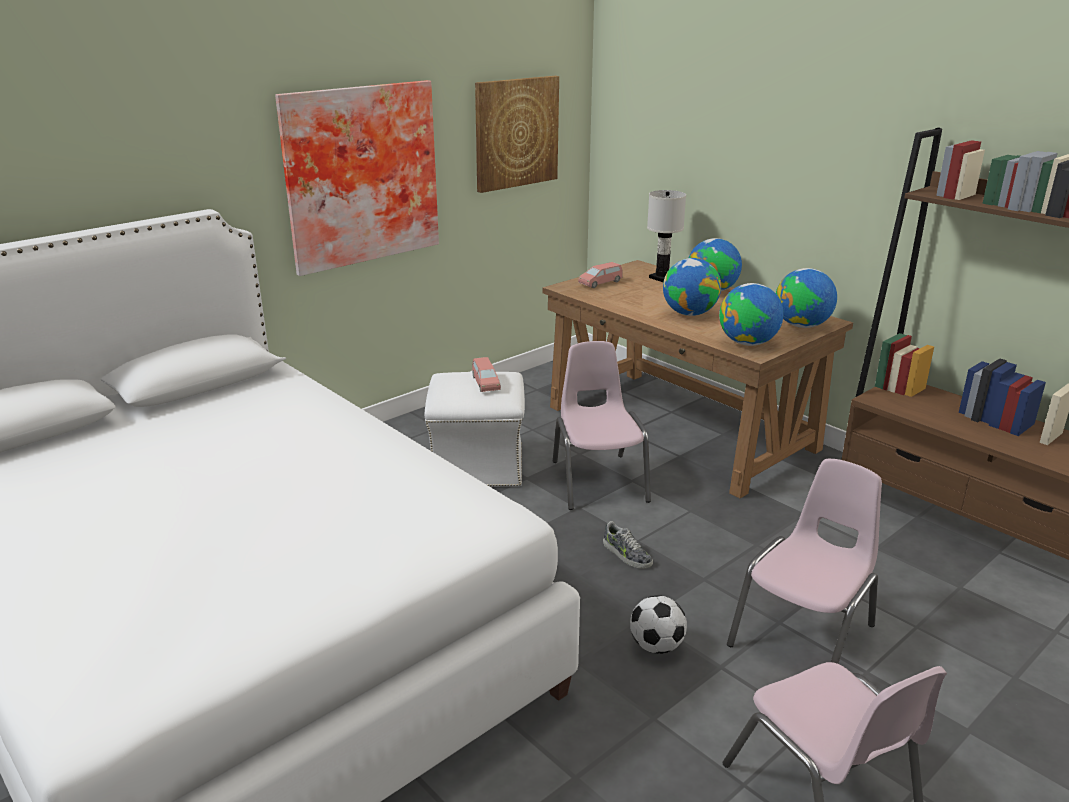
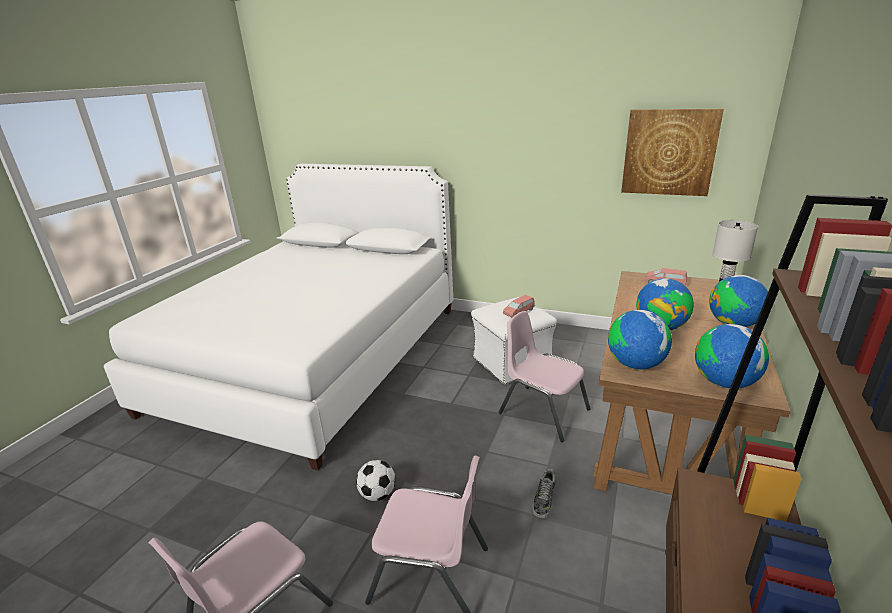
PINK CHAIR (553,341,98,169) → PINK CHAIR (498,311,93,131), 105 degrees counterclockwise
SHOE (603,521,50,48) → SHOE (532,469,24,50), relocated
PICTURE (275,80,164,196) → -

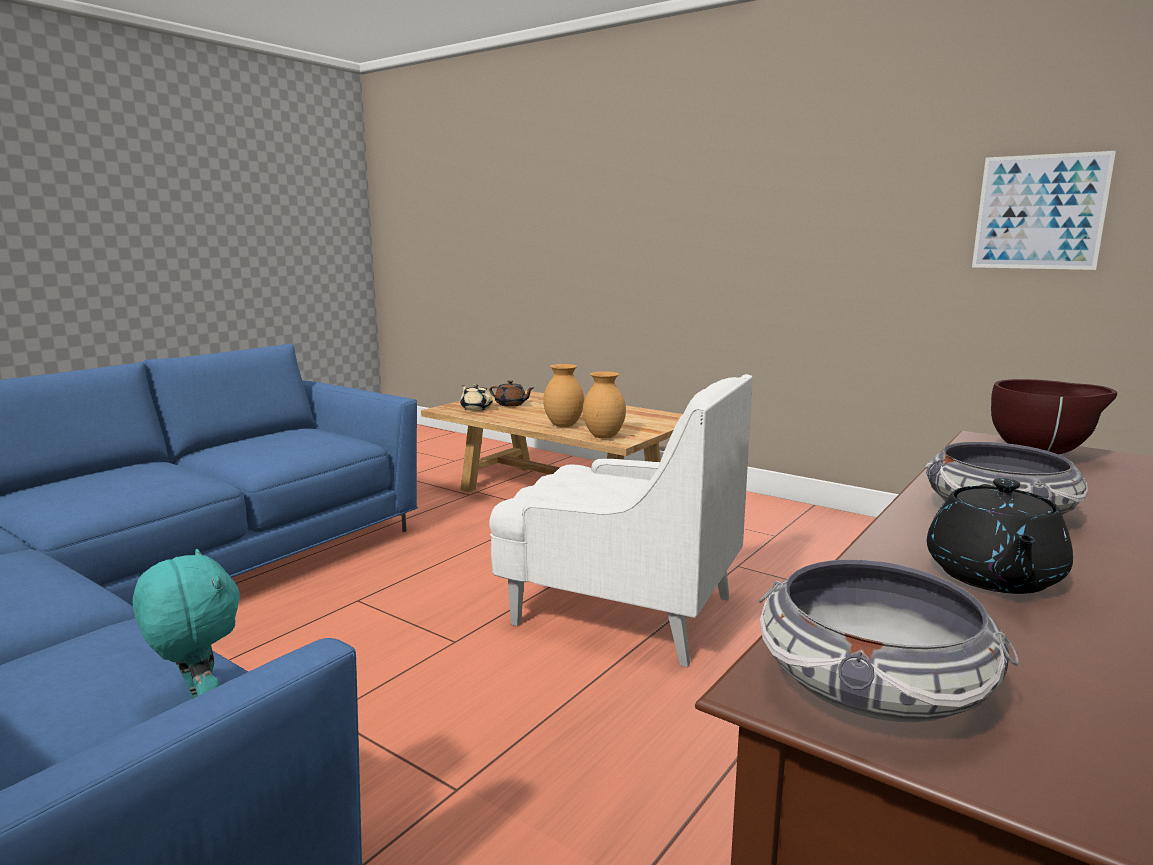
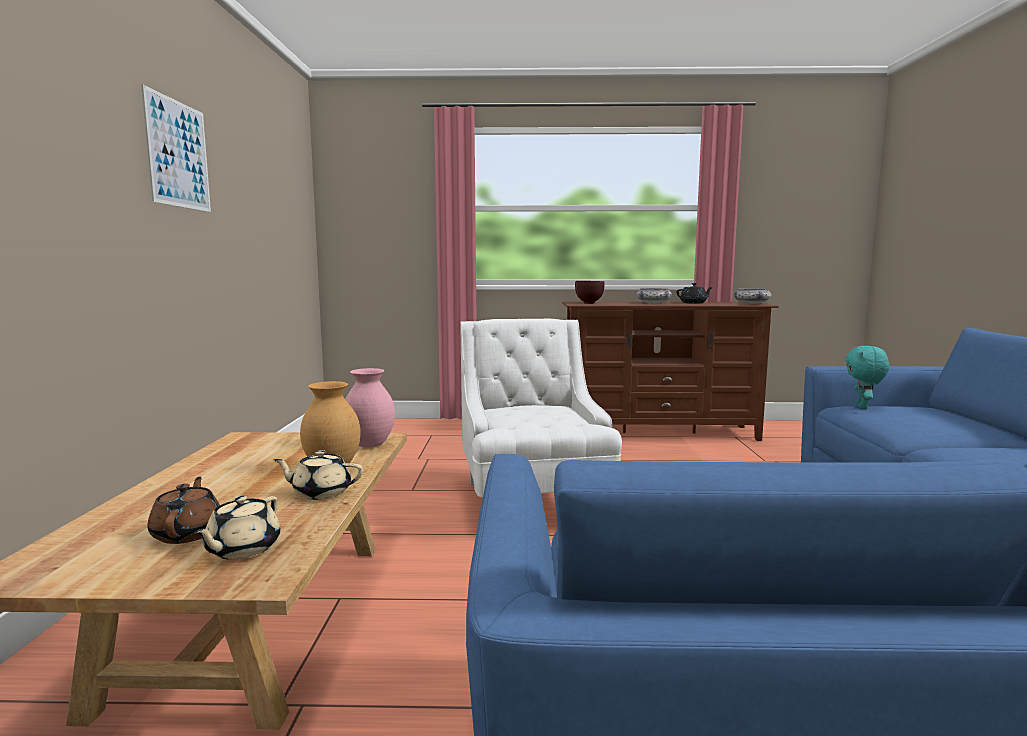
PICTURE (972,151,144,119) → PICTURE (141,84,70,128), relocated
- → BEIGE TEAPOT (274,450,89,50)
BROWN VASE (583,371,43,68) → PINK VASE (345,368,50,80)

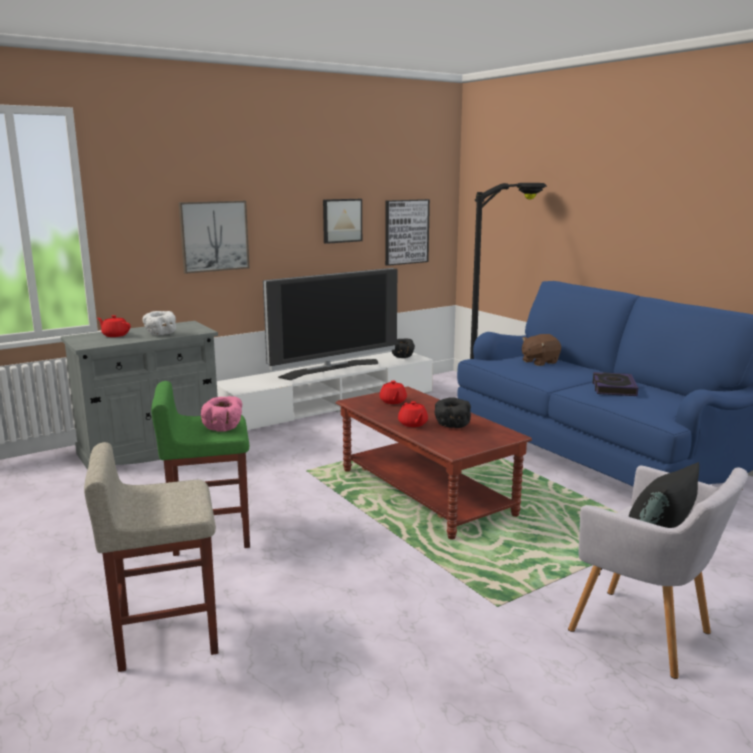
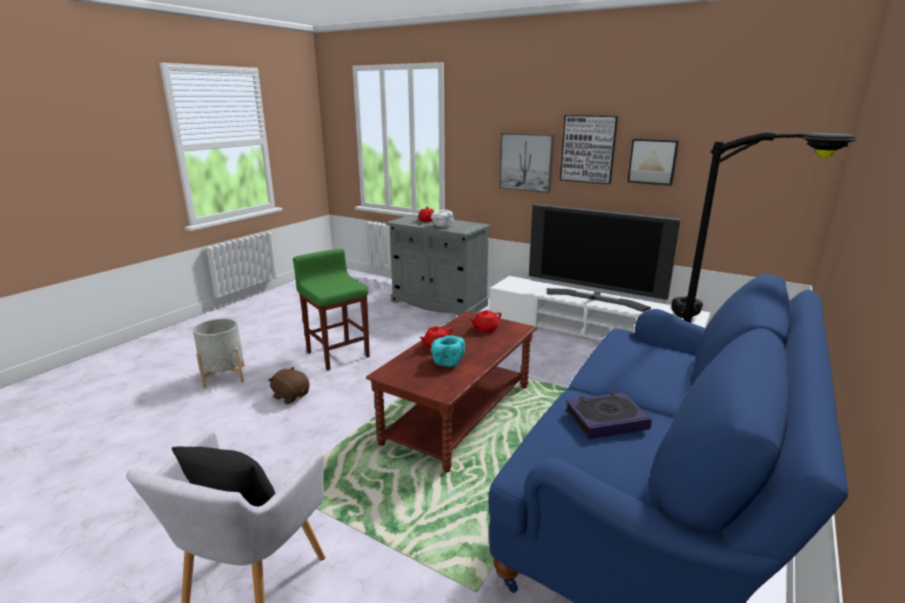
BEIGE STOOL (84,442,134,230) → GREY PLANTER (193,318,51,71)
BROWN PLUSH TOY (522,334,39,32) → BROWN PLUSH TOY (268,367,42,37), relocated
BLACK BOWL (434,397,37,31) → TURQUOISE BOWL (431,335,34,32)
PICTURE (385,199,45,67) → PICTURE (560,115,58,69), relocated
PINK BOWL (201,396,41,36) → -

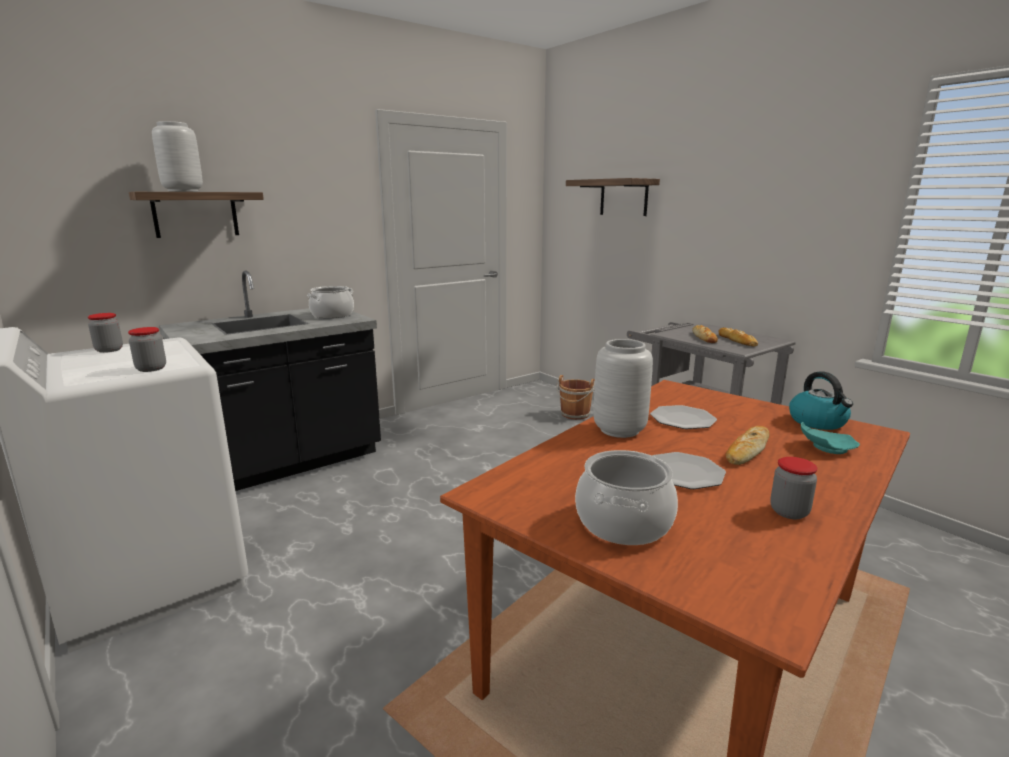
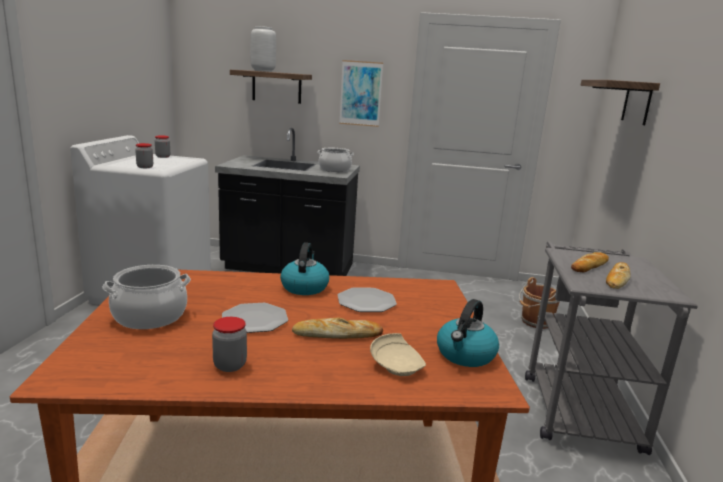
GREY VASE (594,339,59,99) → KETTLE (280,243,49,52)
- → PICTURE (339,60,44,67)
TURQUOISE PLATE (801,422,59,32) → BEIGE PLATE (370,333,56,43)

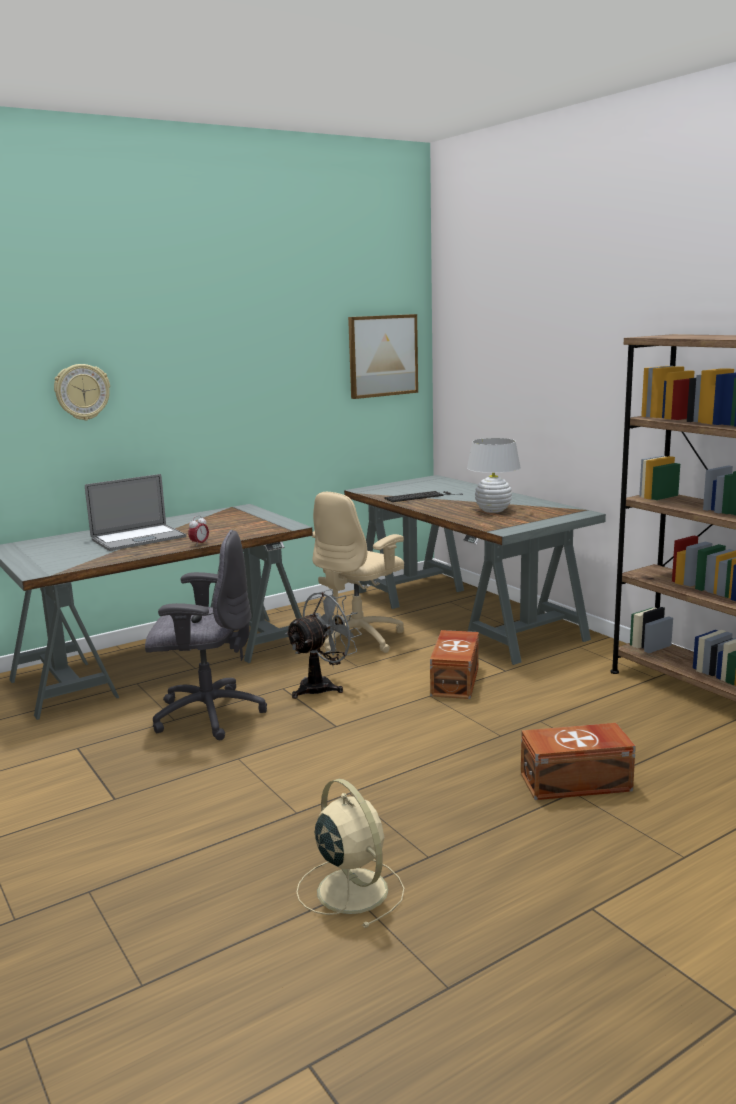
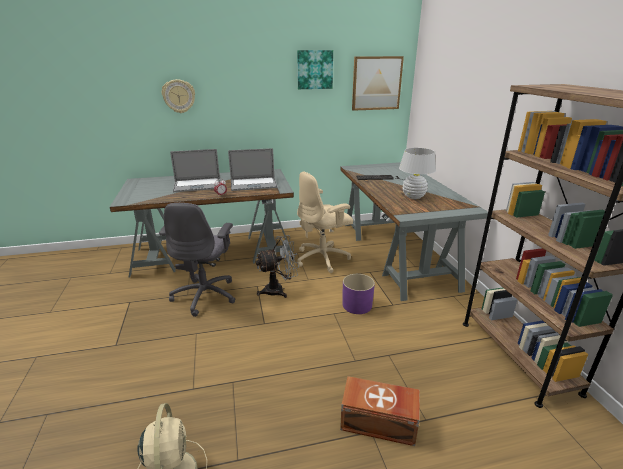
GREY OFFICE CHAIR (145,530,122,210) → GREY OFFICE CHAIR (159,203,76,114), 75 degrees clockwise
- → LAPTOP (228,148,50,43)
- → PICTURE (297,50,36,39)
BROWN STORAGE BOX (430,630,49,69) → PURPLE PLANTER (343,274,32,40)

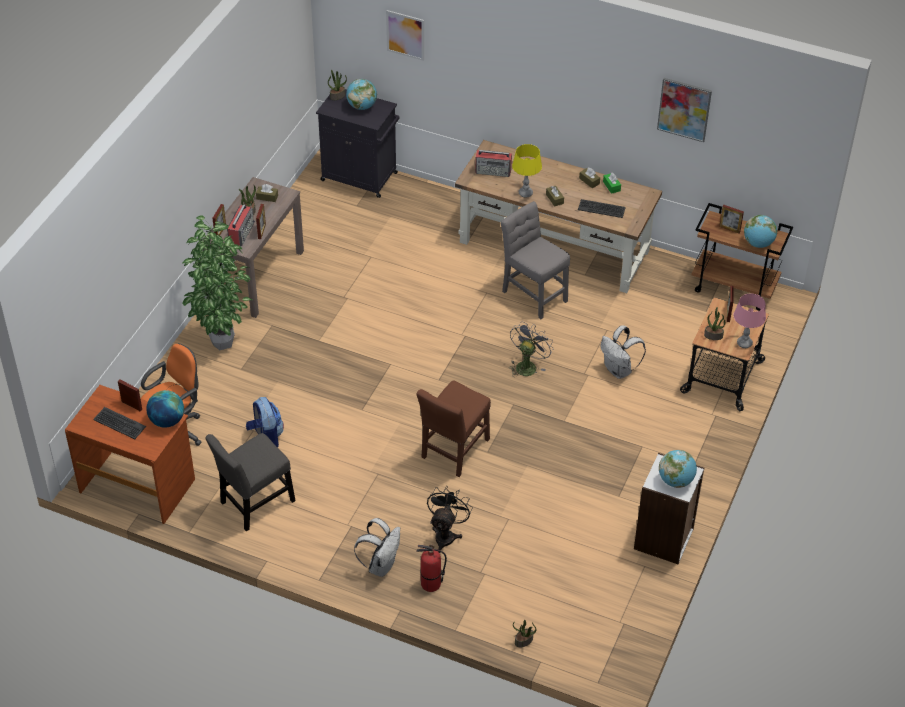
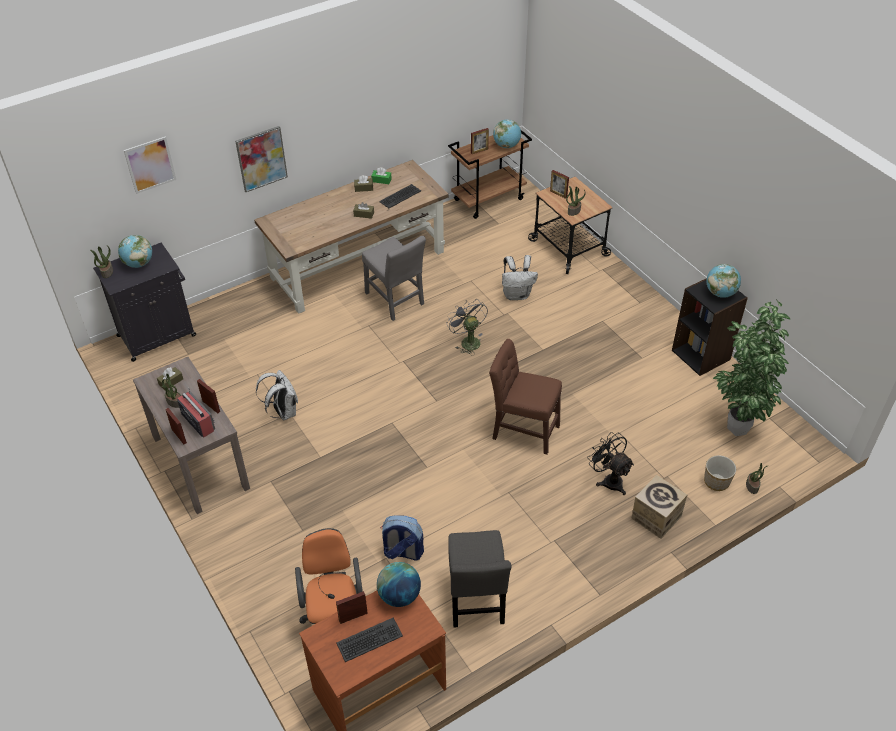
PICTURE (657,78,55,64) → PICTURE (235,126,53,66), relocated
WHITE BACKPACK (354,518,46,59) → WHITE BACKPACK (256,370,42,51), relocated
GREY CHAIR (501,201,69,118) → GREY CHAIR (362,236,64,85), 120 degrees counterclockwise
BROWN CHAIR (417,380,74,97) → BROWN CHAIR (489,339,73,116), 135 degrees clockwise
FIRE EXTINGUISHER (416,545,31,47) → CARDBOARD BOX (631,475,56,64)
WHITE BOOKCASE (634,453,70,111) → BLACK BOOKCASE (672,278,76,98)
- → PLANTER (704,455,32,36)
POTTED PLANT (182,215,70,135) → POTTED PLANT (713,299,77,137), relocated
RADIO (475,150,37,27) → -
YELLOW TABLE LAMP (512,144,30,54) → -
PINK TABLE LAMP (734,294,32,54) → -

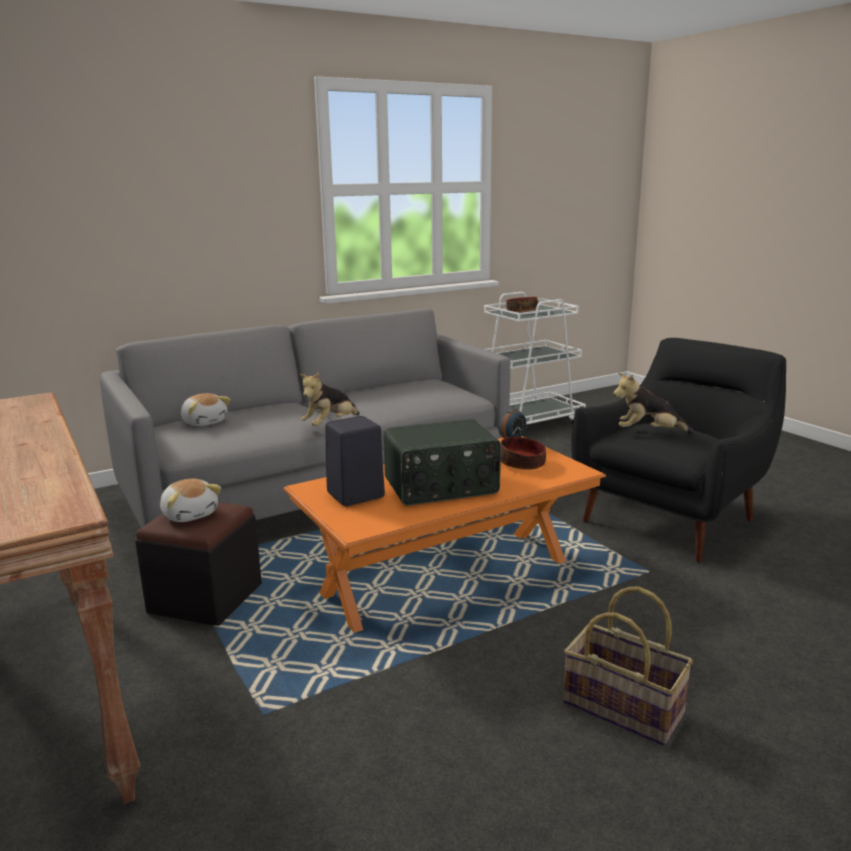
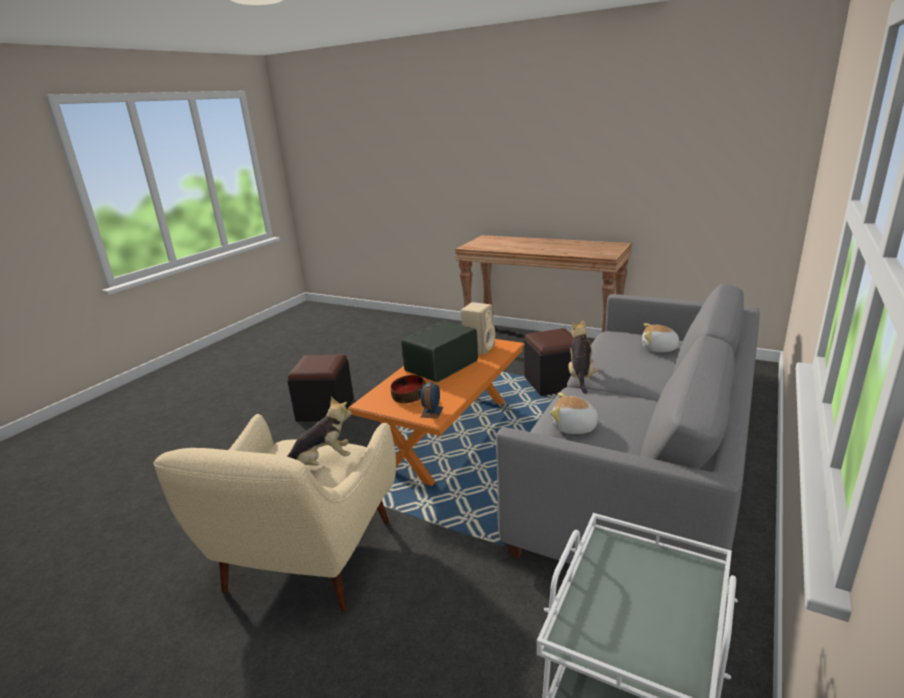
BLACK ARMCHAIR (571,338,215,224) → BEIGE ARMCHAIR (153,414,243,198)
BASKET (563,587,130,159) → BLACK OTTOMAN (287,355,67,66)
BLACK SPEAKER (325,416,60,90) → BEIGE SPEAKER (461,302,34,53)
PLUSH TOY (160,479,61,43) → PLUSH TOY (550,393,55,41), relocated
BOWL (506,297,32,15) → -

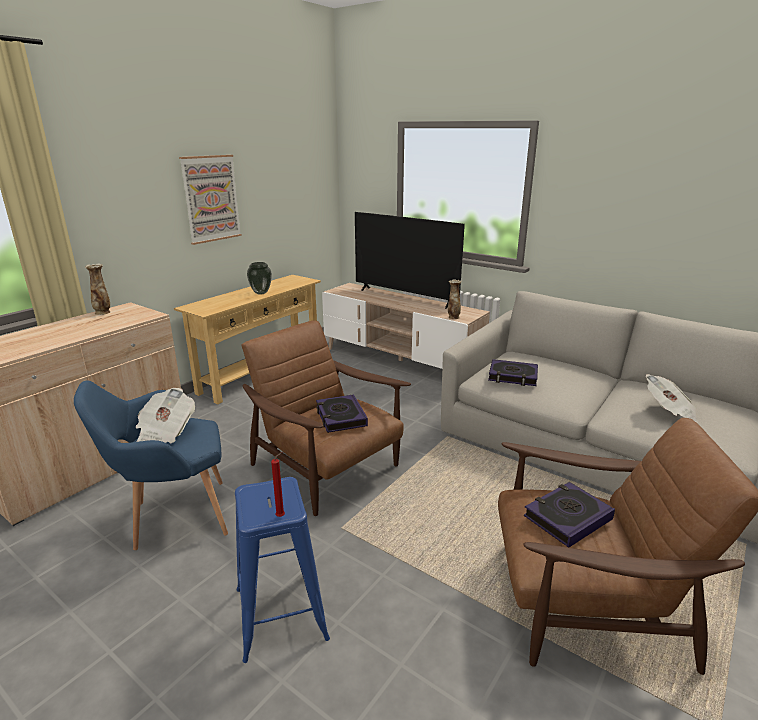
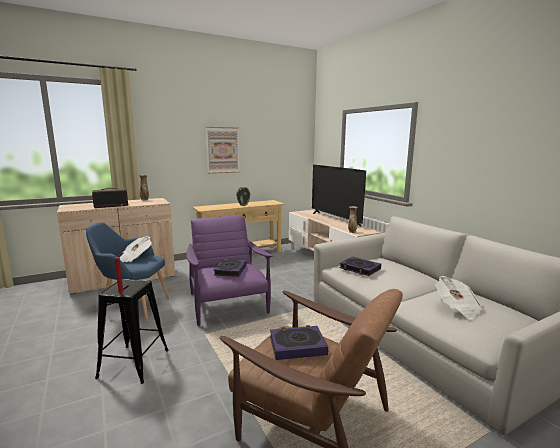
- → RADIO (92,188,36,20)
BLUE STOOL (235,477,95,186) → BLACK STOOL (95,279,73,105)
BROWN ARMCHAIR (242,320,169,196) → PURPLE ARMCHAIR (186,215,87,111)

